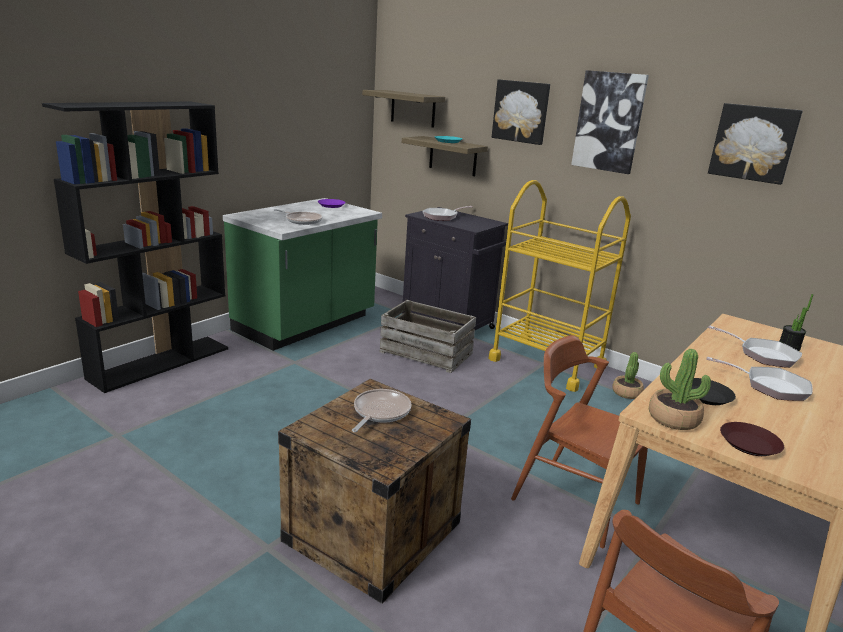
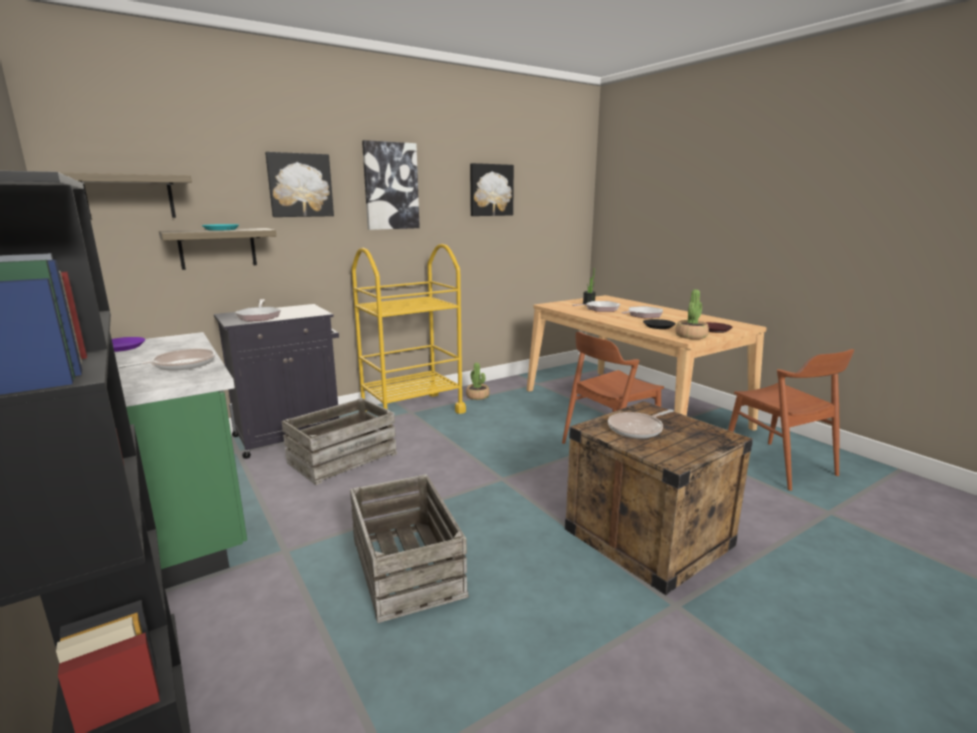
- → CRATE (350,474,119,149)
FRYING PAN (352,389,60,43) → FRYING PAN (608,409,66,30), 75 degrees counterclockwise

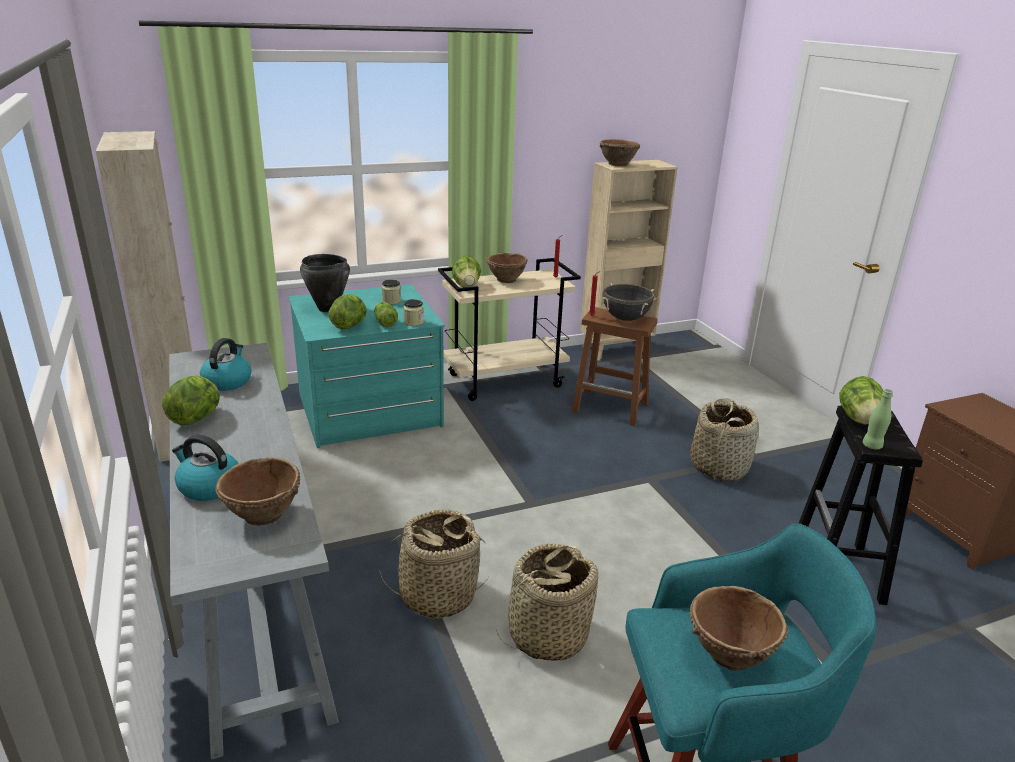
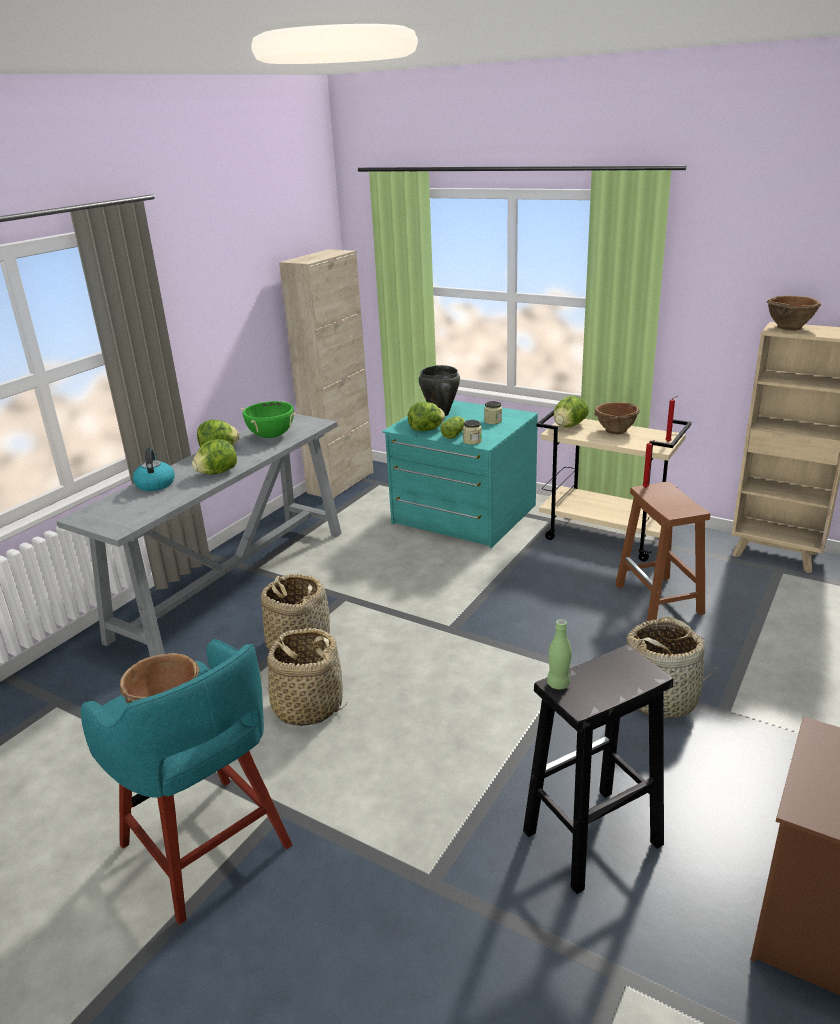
LETTUCE (839,376,45,49) → LETTUCE (192,439,45,36), relocated
KETTLE (200,338,52,53) → GREEN COOKING POT (241,401,56,37)
BROWN BOWL (215,457,86,69) → -
BLACK COOKING POT (602,284,52,37) → -

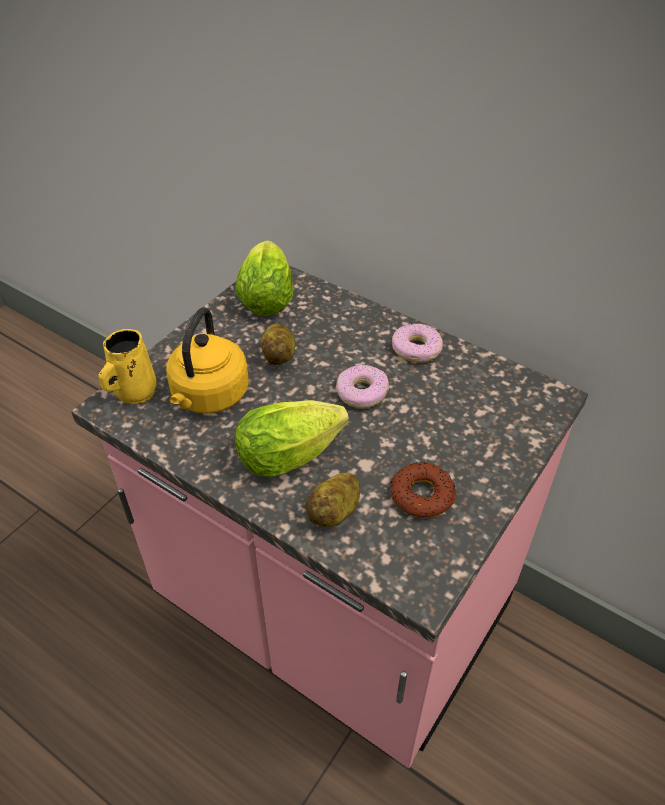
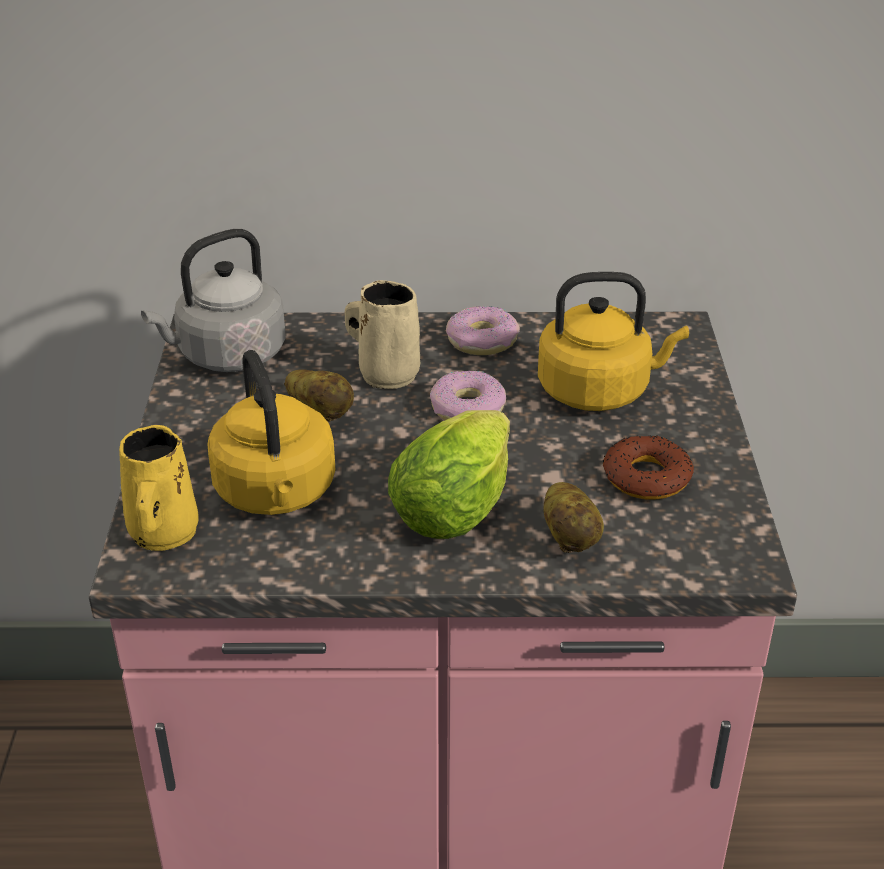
LETTUCE (235,240,58,76) → GREY KETTLE (141,229,145,143)
- → BEIGE MUG (345,280,75,109)
- → YELLOW KETTLE (538,272,151,139)

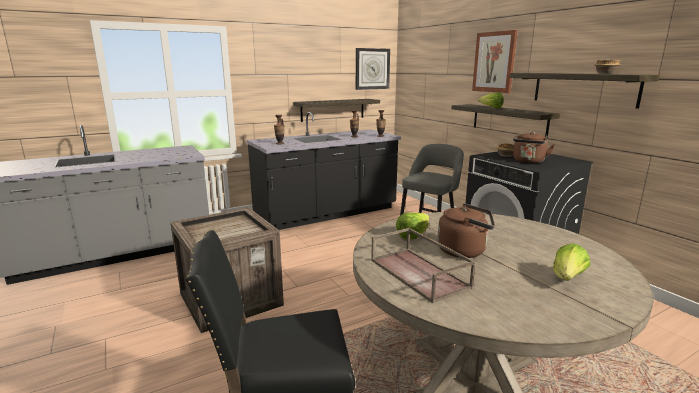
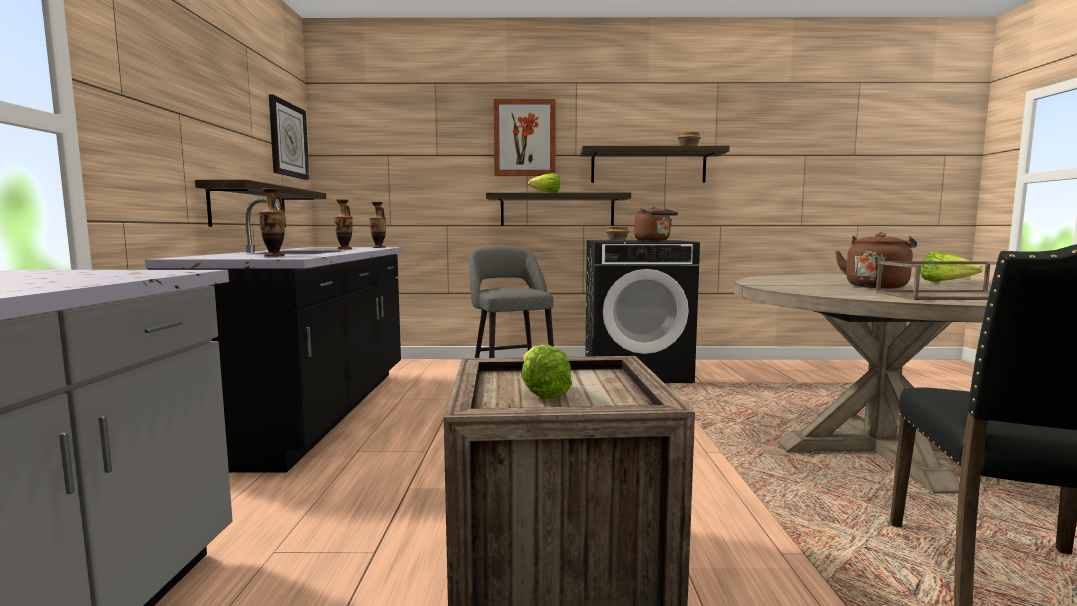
LETTUCE (396,213,33,26) → LETTUCE (521,345,51,54), relocated

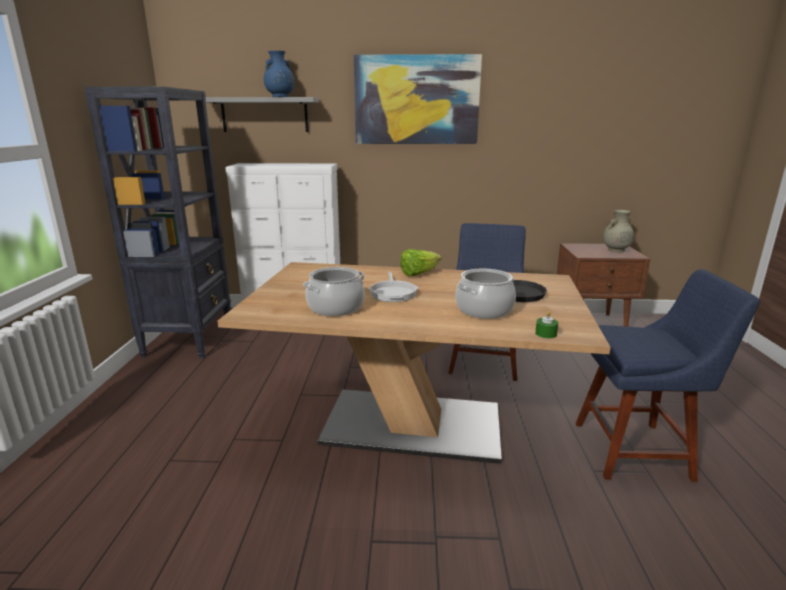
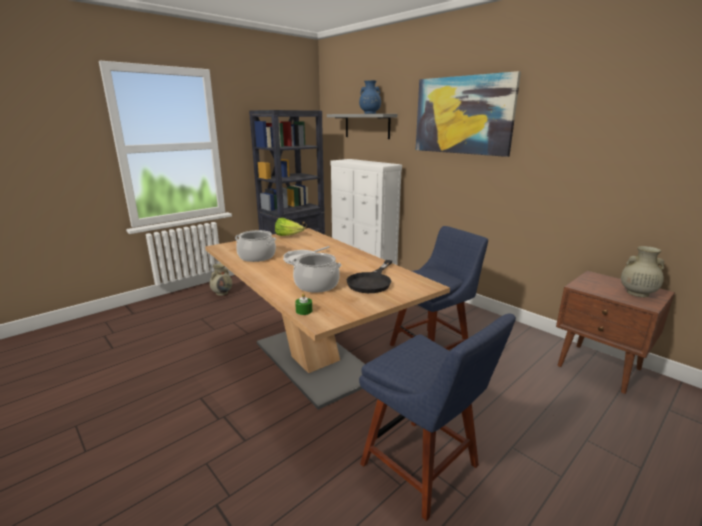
- → BEIGE VASE (210,263,22,33)
LETTUCE (400,249,41,27) → LETTUCE (275,218,30,18), relocated

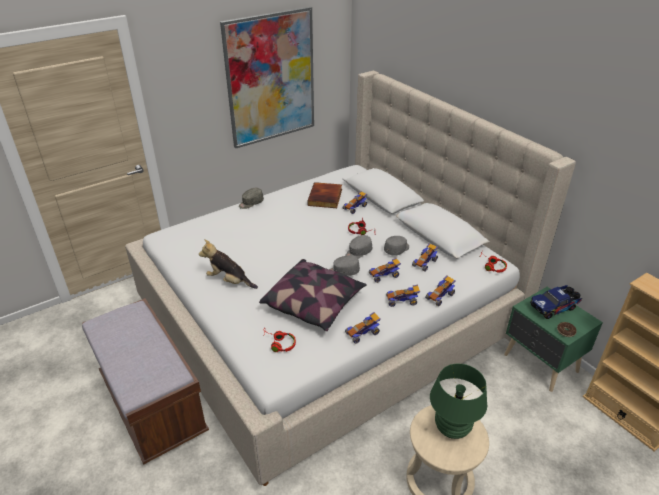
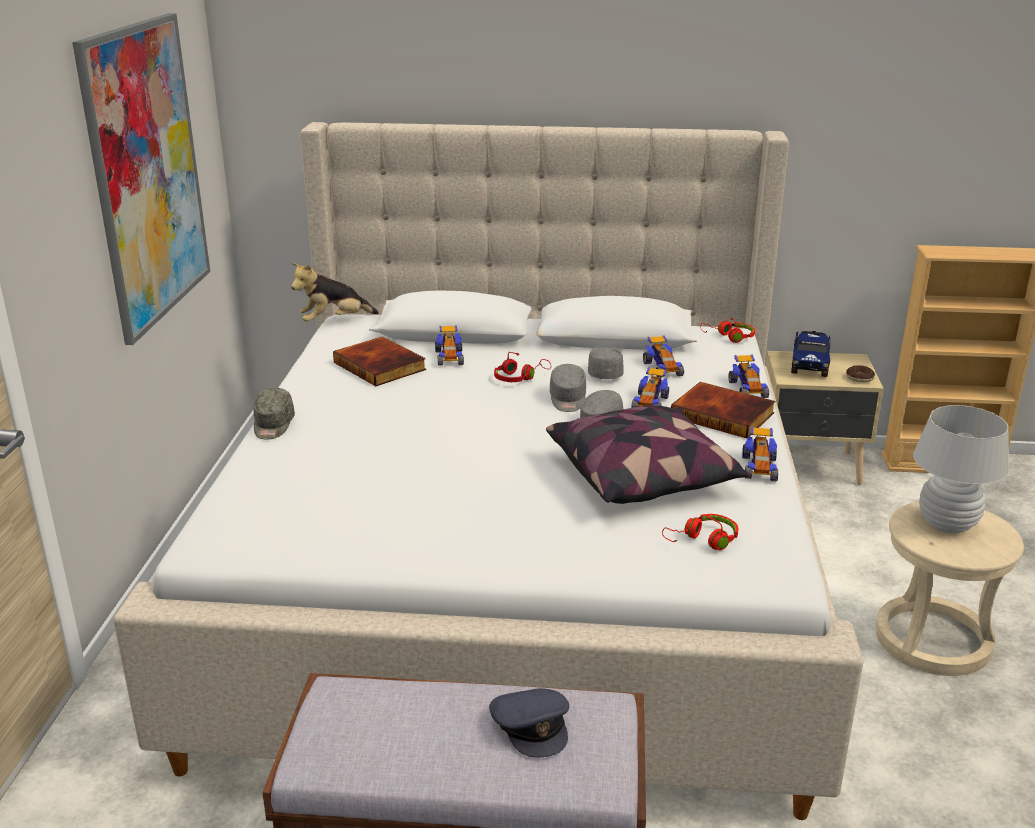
PLUSH TOY (199,239,59,50) → PLUSH TOY (291,263,88,59), relocated
- → GREY CAP (489,688,80,70)
TOY CAR (386,284,34,23) → BOOK (671,382,104,56)
GREEN NIGHTSTAND (504,287,99,105) → BEIGE NIGHTSTAND (765,351,119,134)
GREEN TABLE LAMP (430,363,57,76) → WHITE TABLE LAMP (913,405,96,128)

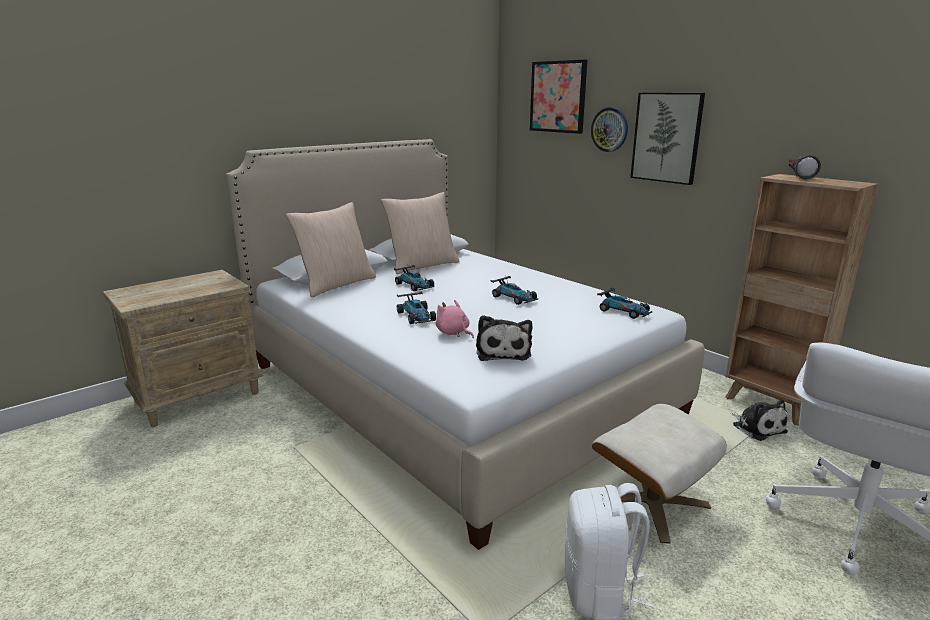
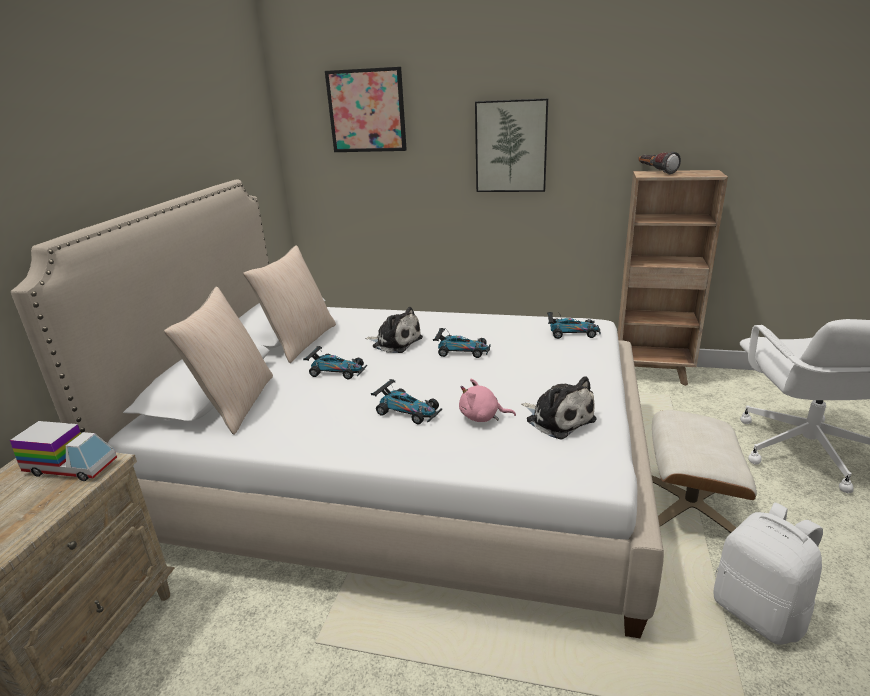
- → TOY TRUCK (10,421,107,60)
PLUSH TOY (731,399,57,42) → PLUSH TOY (365,307,58,46), relocated
WALL CLOCK (591,107,37,45) → -

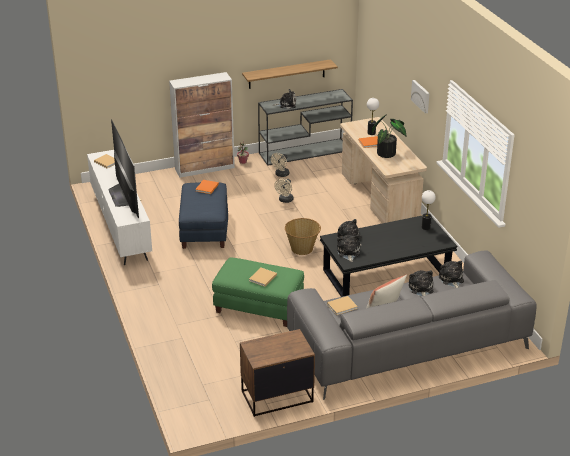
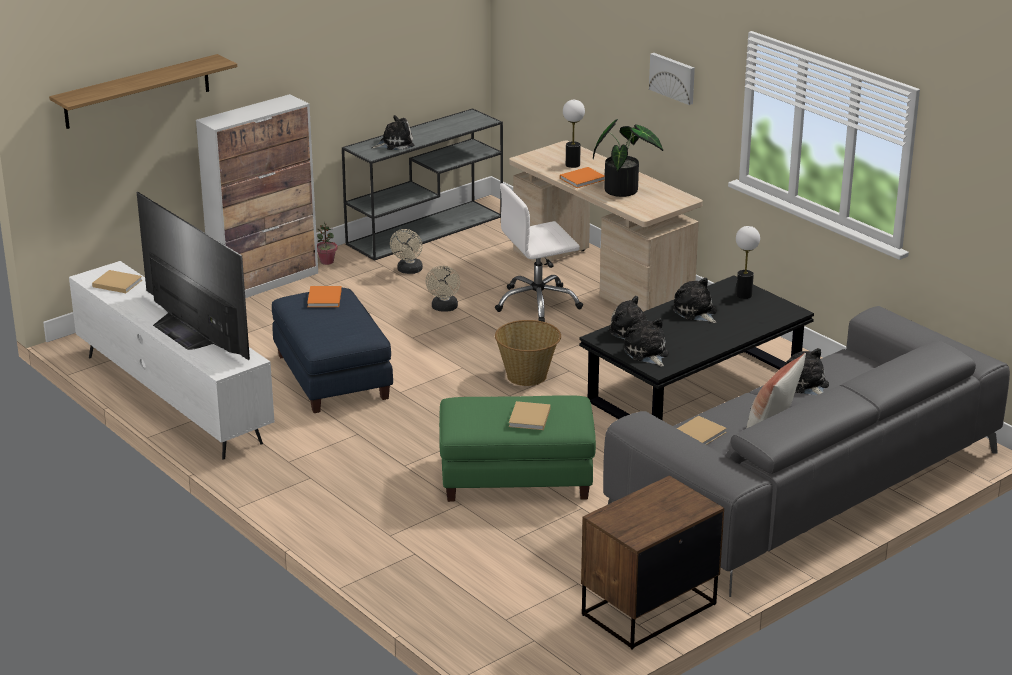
SHELF (242,59,96,30) → SHELF (49,54,188,75), relocated
- → WHITE OFFICE CHAIR (495,183,88,139)
PLUSH TOY (439,260,25,28) → PLUSH TOY (672,278,45,45), relocated

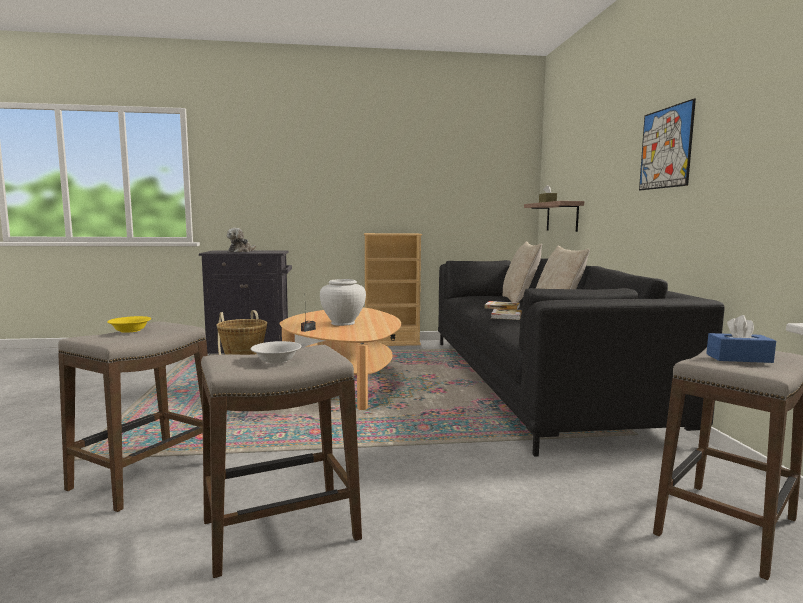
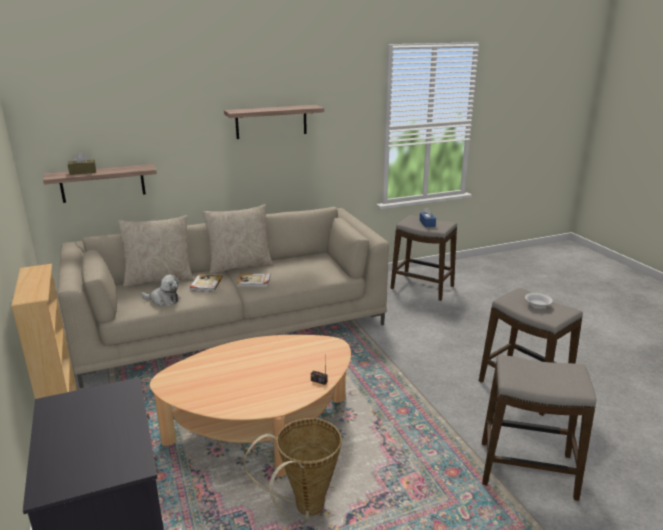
BLACK SOFA (438,258,287,199) → BEIGE SOFA (58,207,331,181)
PLUSH TOY (227,228,29,24) → PLUSH TOY (141,274,39,32), relocated
PICTURE (639,99,57,91) → SHELF (224,105,100,34)
YELLOW BOWL (107,316,44,17) → -
WHITE VASE (320,279,46,47) → -

